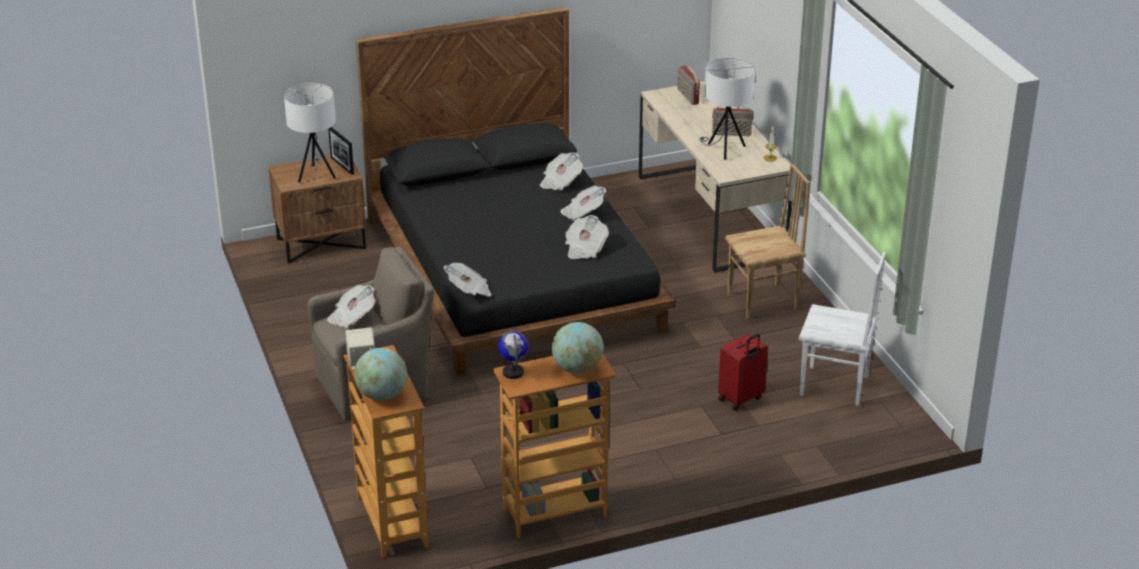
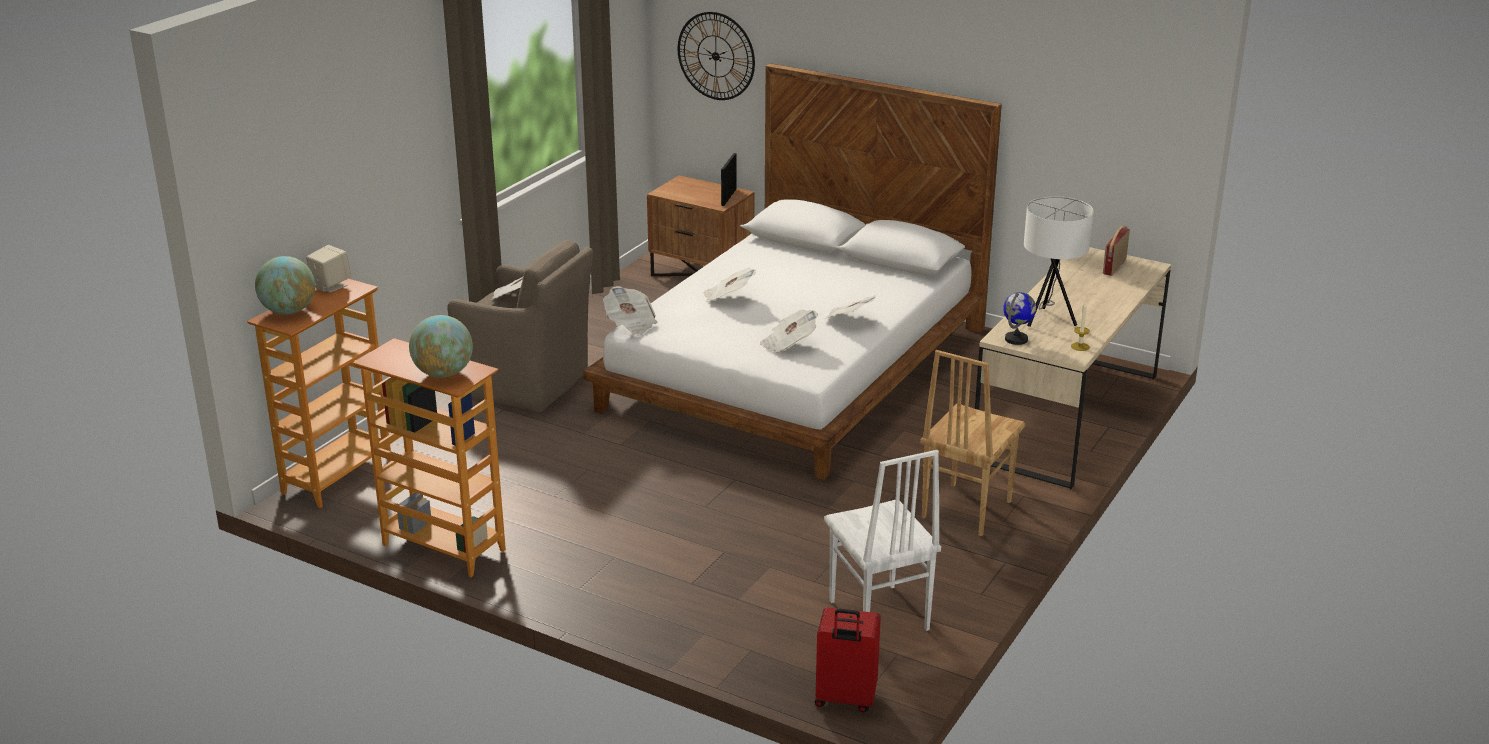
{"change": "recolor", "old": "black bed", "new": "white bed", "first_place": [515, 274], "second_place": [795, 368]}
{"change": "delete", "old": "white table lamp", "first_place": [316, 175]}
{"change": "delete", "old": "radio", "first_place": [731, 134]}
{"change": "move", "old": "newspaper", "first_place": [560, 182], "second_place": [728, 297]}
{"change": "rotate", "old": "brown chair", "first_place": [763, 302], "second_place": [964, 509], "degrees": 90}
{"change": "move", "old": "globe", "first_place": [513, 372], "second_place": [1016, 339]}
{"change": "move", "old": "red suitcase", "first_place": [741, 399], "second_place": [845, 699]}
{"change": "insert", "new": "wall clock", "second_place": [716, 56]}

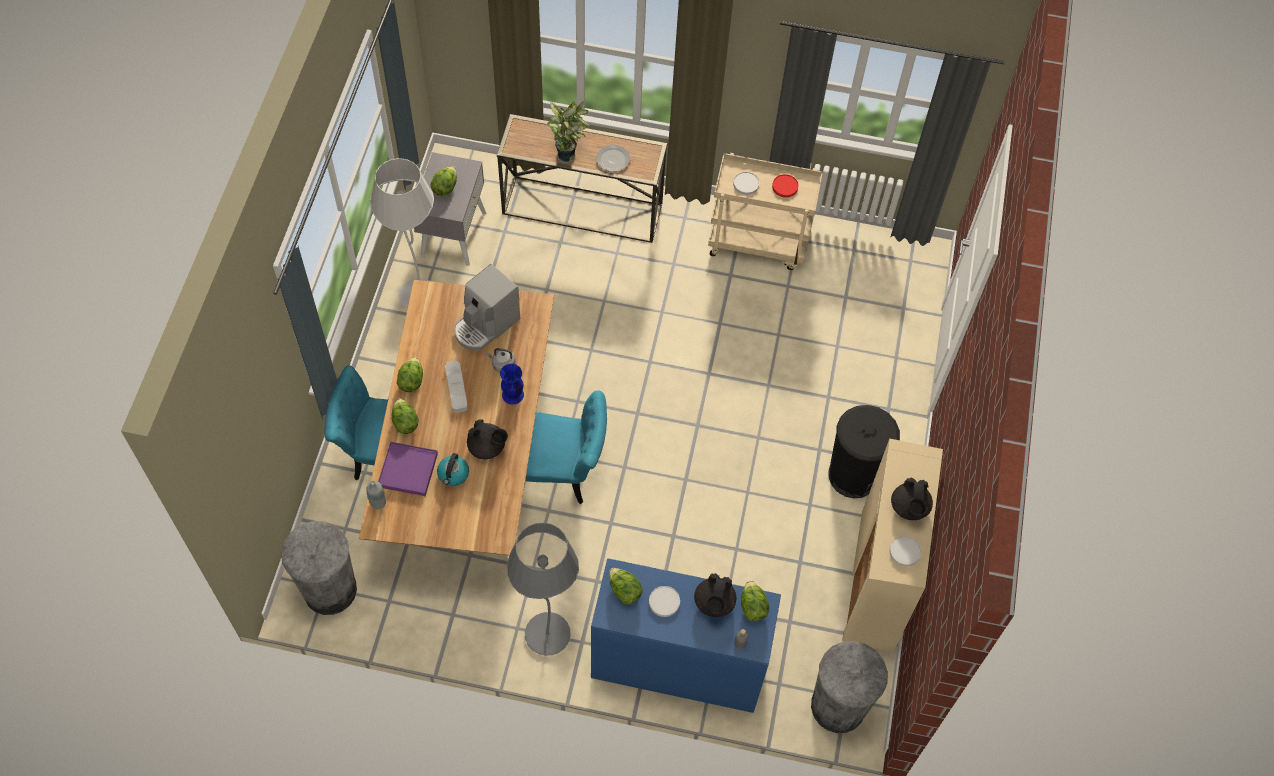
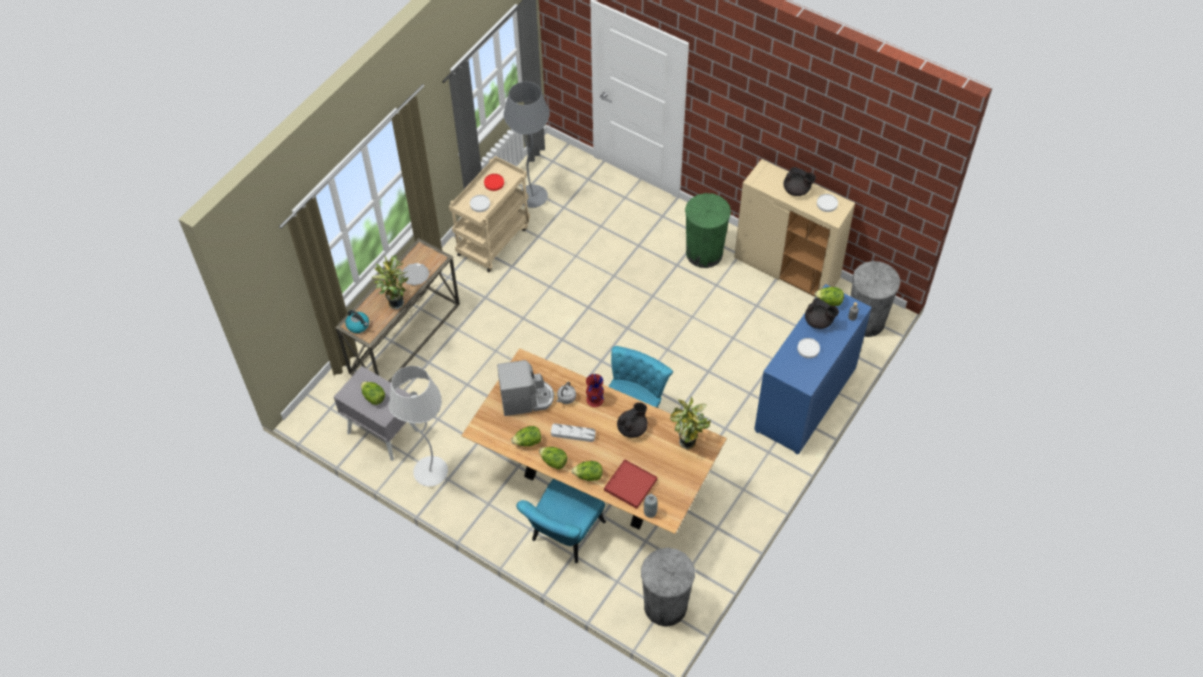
{"change": "rotate", "old": "coffee machine", "first_place": [485, 325], "second_place": [526, 399], "degrees": -75}
{"change": "recolor", "old": "blue vase", "new": "red vase", "first_place": [512, 395], "second_place": [595, 400]}
{"change": "recolor", "old": "black trash can", "new": "green trash can", "first_place": [853, 475], "second_place": [704, 253]}
{"change": "recolor", "old": "purple tray", "new": "red tray", "first_place": [408, 470], "second_place": [630, 485]}
{"change": "move", "old": "kettle", "first_place": [453, 475], "second_place": [358, 325]}
{"change": "move", "old": "grey floor lamp", "first_place": [547, 635], "second_place": [533, 197]}
{"change": "move", "old": "lettuce", "first_place": [624, 591], "second_place": [527, 442]}
{"change": "insert", "new": "potted plant", "second_place": [688, 444]}

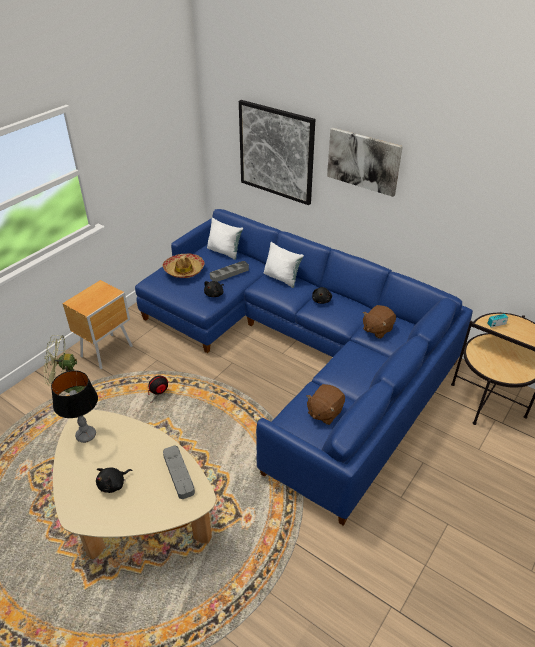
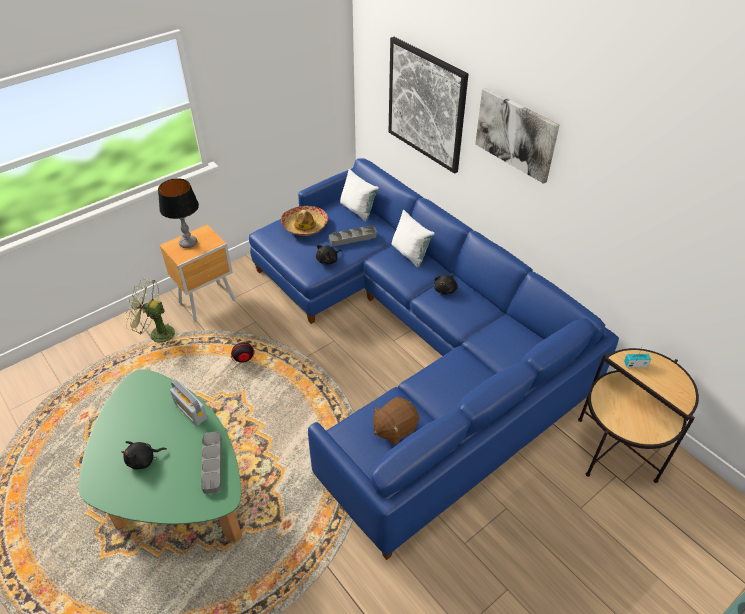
{"change": "delete", "old": "brown plush toy", "first_place": [377, 329]}
{"change": "move", "old": "table lamp", "first_place": [86, 435], "second_place": [188, 243]}
{"change": "recolor", "old": "beige coffee table", "new": "green coffee table", "first_place": [133, 510], "second_place": [174, 486]}
{"change": "insert", "new": "radio", "second_place": [191, 411]}

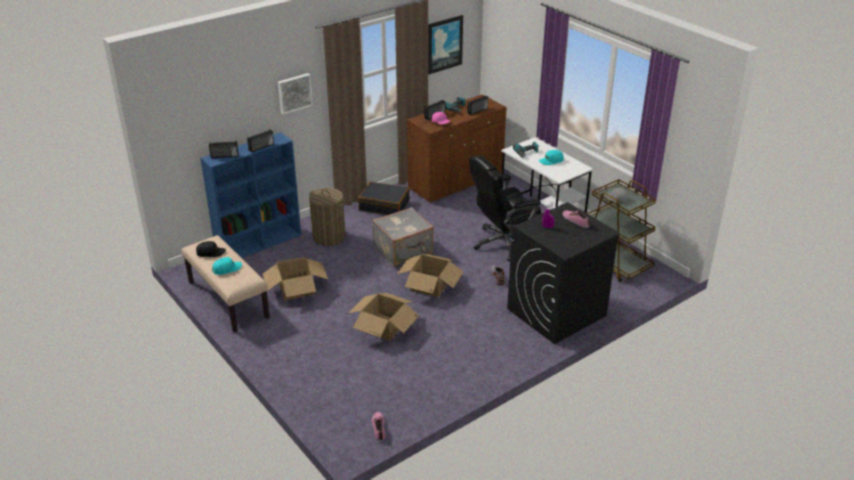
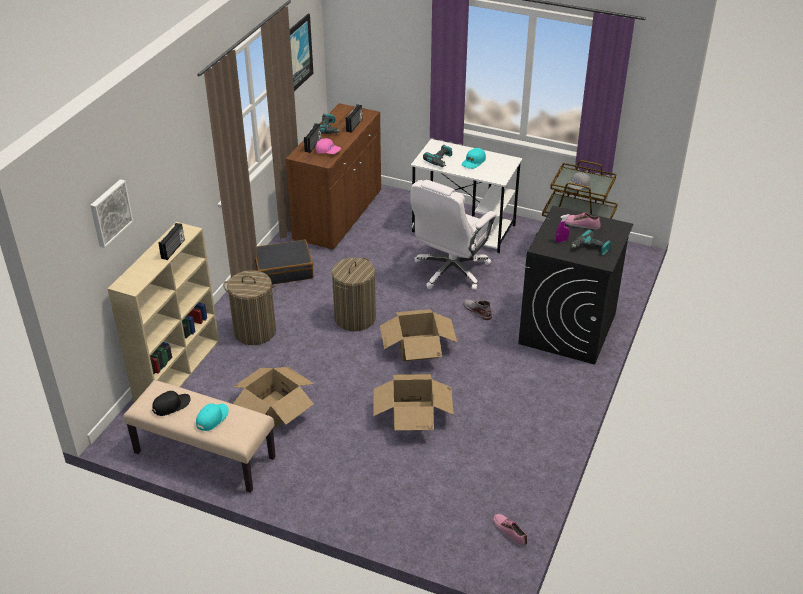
{"change": "move", "old": "picture", "first_place": [294, 93], "second_place": [109, 212]}
{"change": "recolor", "old": "blue bookcase", "new": "beige bookcase", "first_place": [259, 243], "second_place": [178, 370]}
{"change": "delete", "old": "radio", "first_place": [224, 156]}
{"change": "recolor", "old": "black office chair", "new": "white office chair", "first_place": [503, 243], "second_place": [450, 271]}
{"change": "replace", "old": "grey suitcase", "new": "laundry basket", "first_place": [404, 251], "second_place": [355, 318]}
{"change": "insert", "new": "power drill", "second_place": [590, 248]}

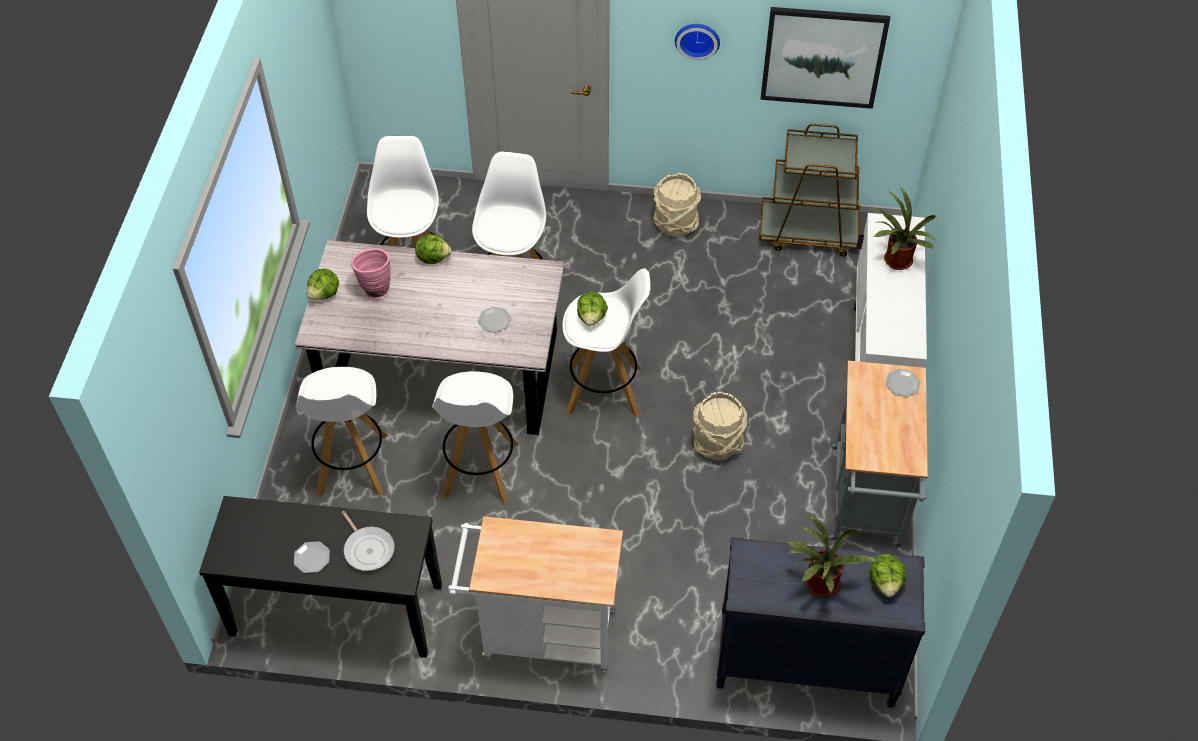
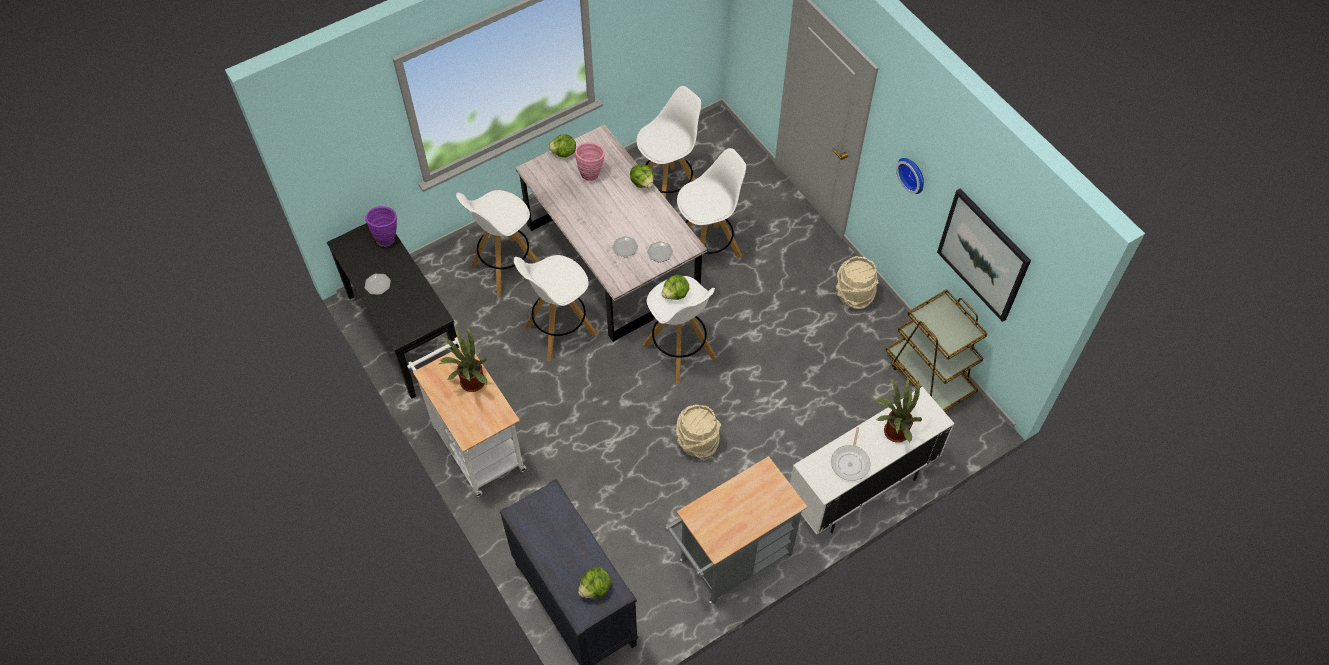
{"change": "move", "old": "plate", "first_place": [902, 384], "second_place": [660, 252]}
{"change": "move", "old": "frying pan", "first_place": [368, 548], "second_place": [850, 462]}
{"change": "move", "old": "potted plant", "first_place": [820, 586], "second_place": [470, 382]}
{"change": "insert", "new": "purple vase", "second_place": [387, 237]}

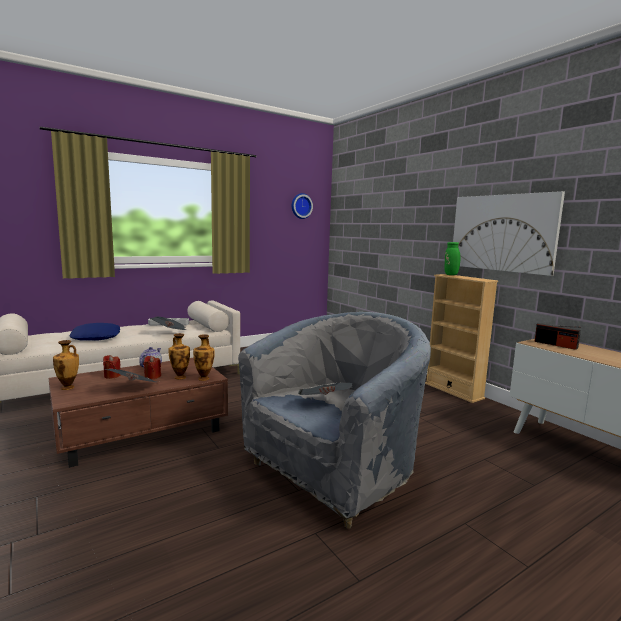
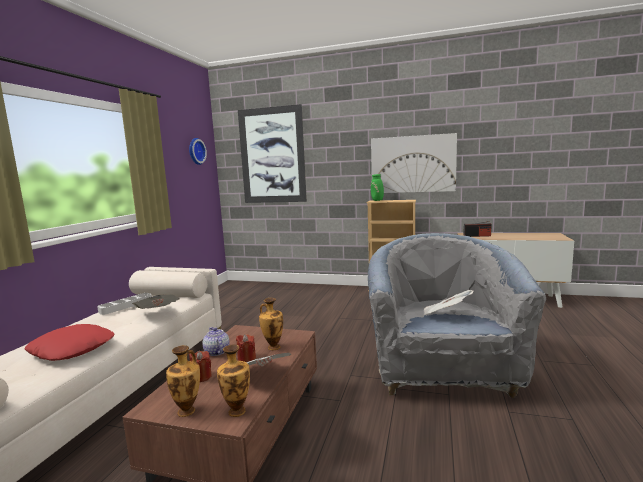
{"change": "recolor", "old": "blue pillow", "new": "red pillow", "first_place": [96, 337], "second_place": [73, 349]}
{"change": "move", "old": "vase", "first_place": [204, 378], "second_place": [237, 410]}
{"change": "insert", "new": "picture", "second_place": [272, 155]}

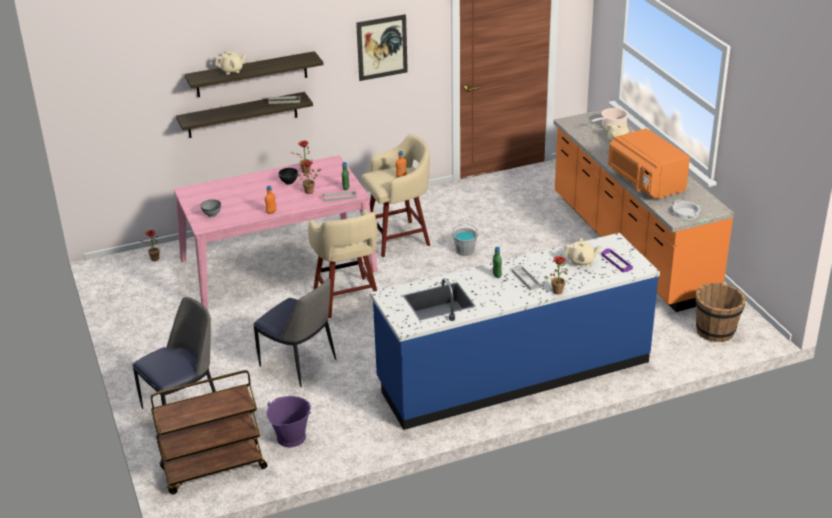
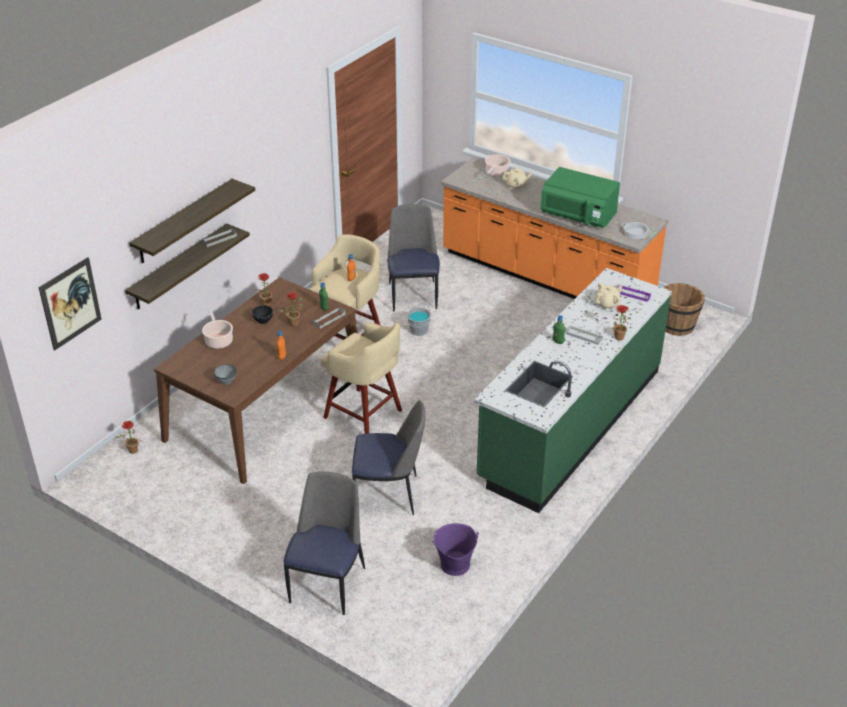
{"change": "move", "old": "picture", "first_place": [382, 47], "second_place": [70, 303]}
{"change": "delete", "old": "beige teapot", "first_place": [232, 70]}
{"change": "recolor", "old": "orange microwave", "new": "green microwave", "first_place": [646, 183], "second_place": [578, 216]}
{"change": "recolor", "old": "pink dining table", "new": "brown dining table", "first_place": [278, 265], "second_place": [265, 408]}
{"change": "recolor", "old": "blue counter", "new": "green counter", "first_place": [513, 372], "second_place": [570, 424]}
{"change": "delete", "old": "brown cart", "first_place": [213, 469]}
{"change": "insert", "new": "chair", "second_place": [413, 295]}
{"change": "insert", "new": "cooking pot", "second_place": [218, 340]}

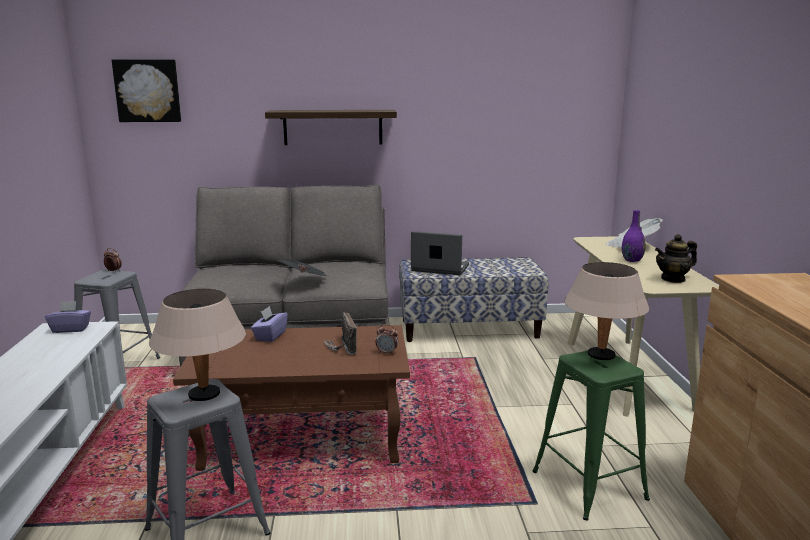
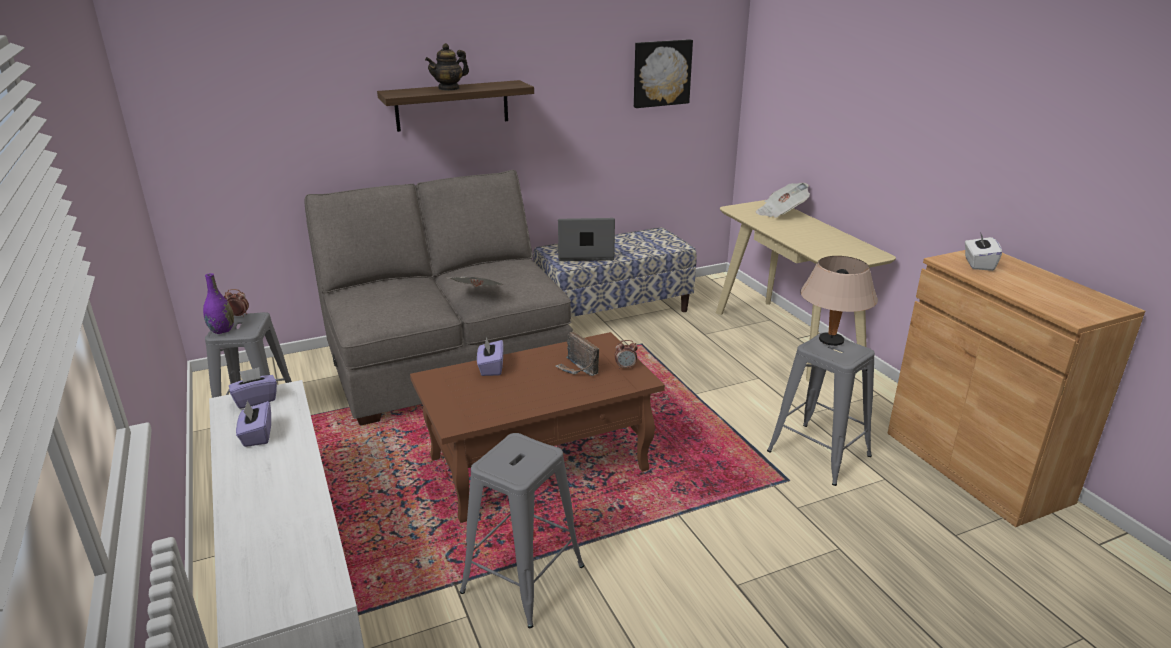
{"change": "move", "old": "picture", "first_place": [148, 91], "second_place": [661, 73]}
{"change": "move", "old": "purple vase", "first_place": [632, 260], "second_place": [222, 330]}
{"change": "move", "old": "teapot", "first_place": [673, 279], "second_place": [449, 88]}
{"change": "delete", "old": "beige table lamp", "first_place": [204, 395]}
{"change": "recolor", "old": "green stool", "new": "grey stool", "first_place": [589, 485], "second_place": [819, 453]}
{"change": "insert", "new": "white tissue box", "second_place": [978, 264]}
{"change": "insert", "new": "purple tissue box", "second_place": [257, 435]}

